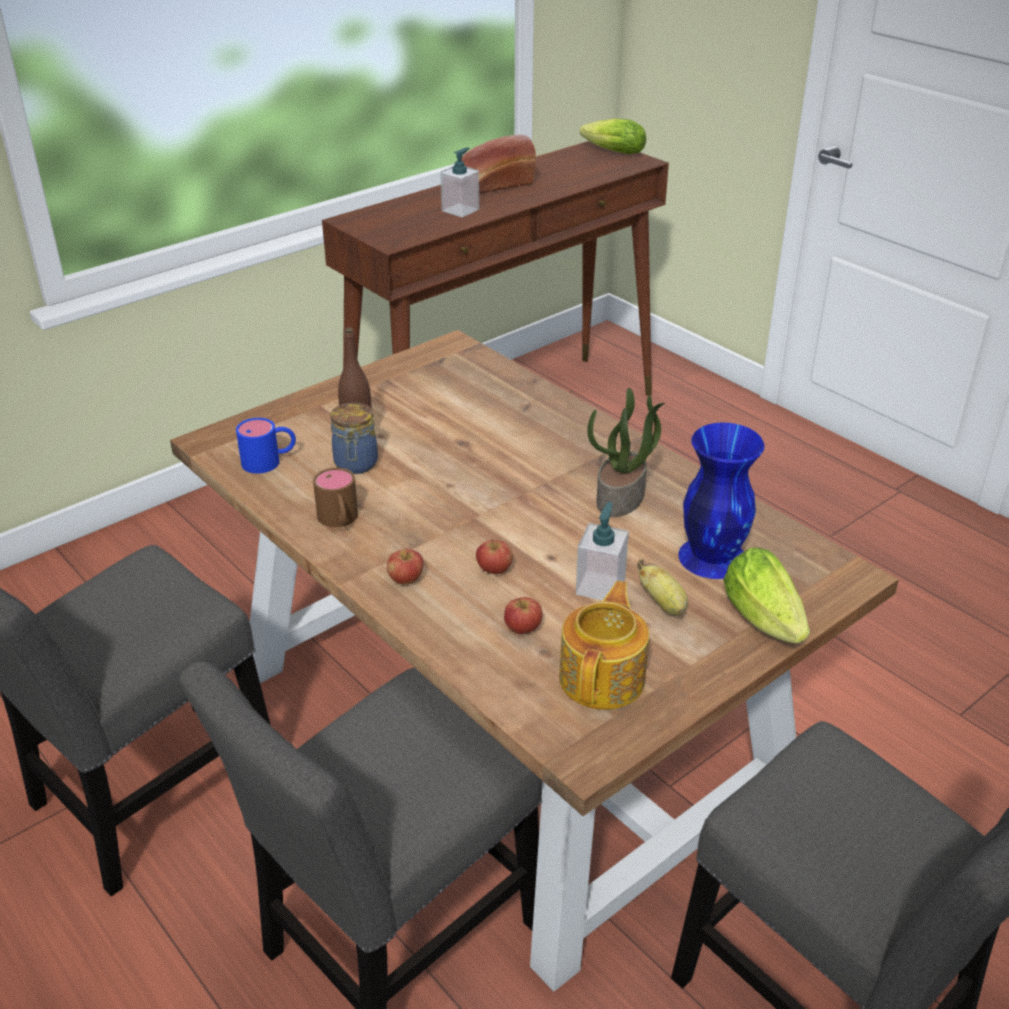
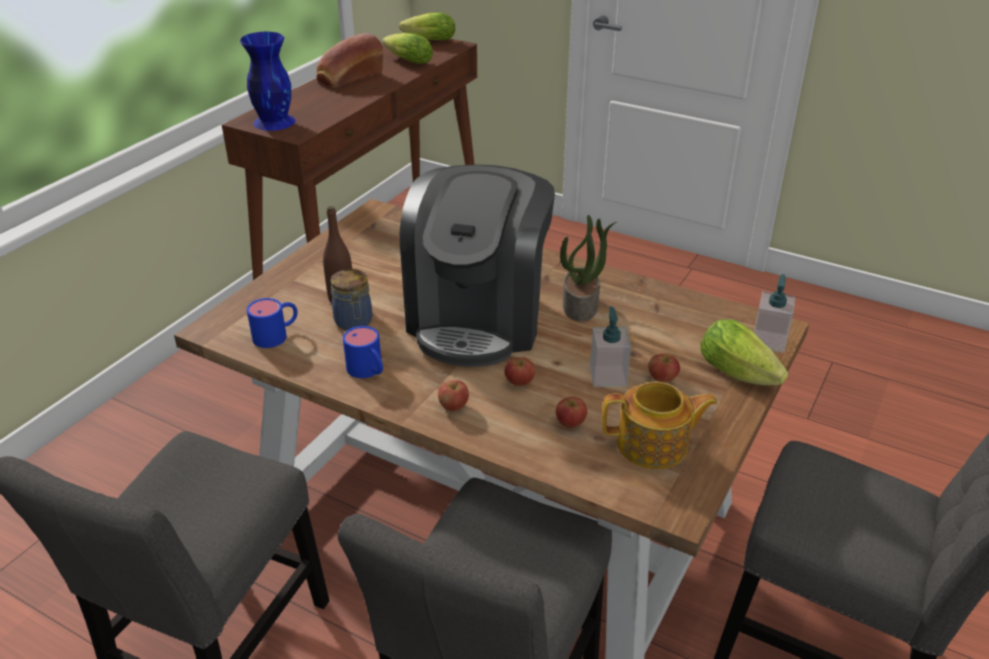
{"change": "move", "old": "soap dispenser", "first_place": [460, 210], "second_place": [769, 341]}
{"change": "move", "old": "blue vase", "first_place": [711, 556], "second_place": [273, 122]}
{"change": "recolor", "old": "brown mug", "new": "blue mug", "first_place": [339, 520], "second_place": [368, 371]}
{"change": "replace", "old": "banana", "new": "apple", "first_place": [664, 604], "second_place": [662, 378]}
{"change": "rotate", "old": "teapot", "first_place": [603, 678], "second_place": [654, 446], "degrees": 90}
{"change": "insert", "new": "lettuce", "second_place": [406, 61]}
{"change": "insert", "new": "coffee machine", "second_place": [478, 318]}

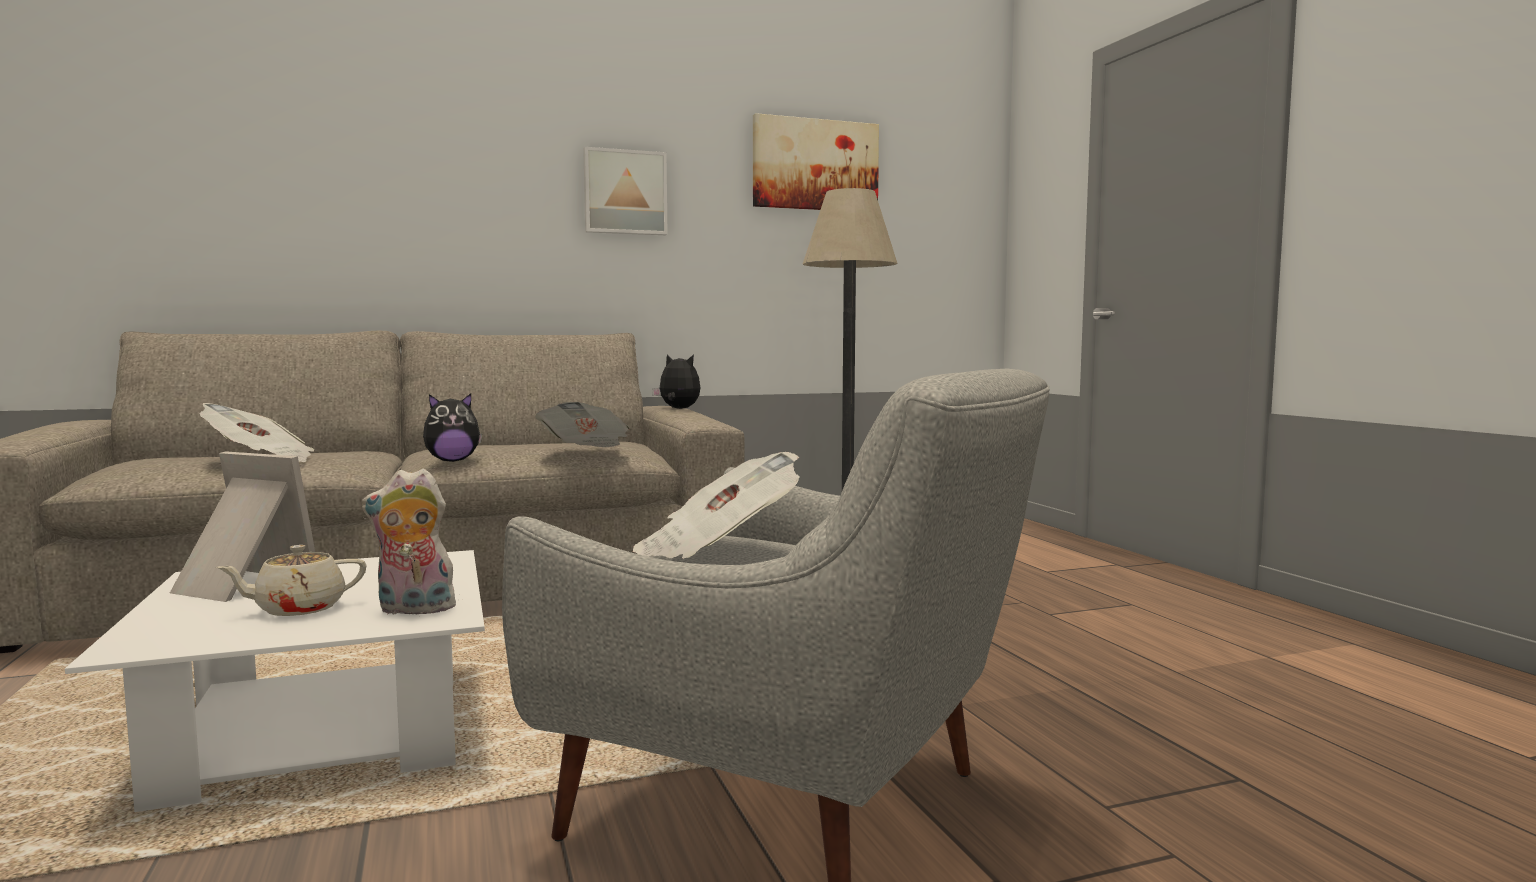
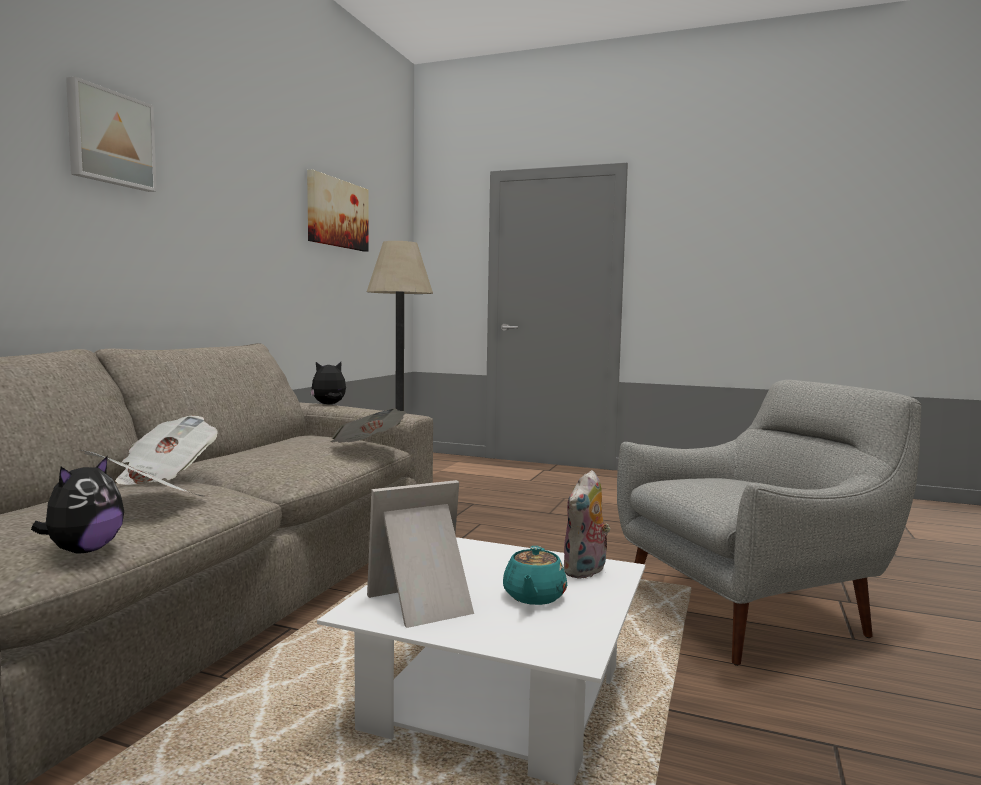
{"change": "move", "old": "picture", "first_place": [625, 192], "second_place": [110, 138]}
{"change": "move", "old": "plush toy", "first_place": [452, 461], "second_place": [84, 550]}
{"change": "move", "old": "newspaper", "first_place": [717, 549], "second_place": [166, 474]}
{"change": "recolor", "old": "beige teapot", "new": "turquoise teapot", "first_place": [298, 609], "second_place": [534, 596]}

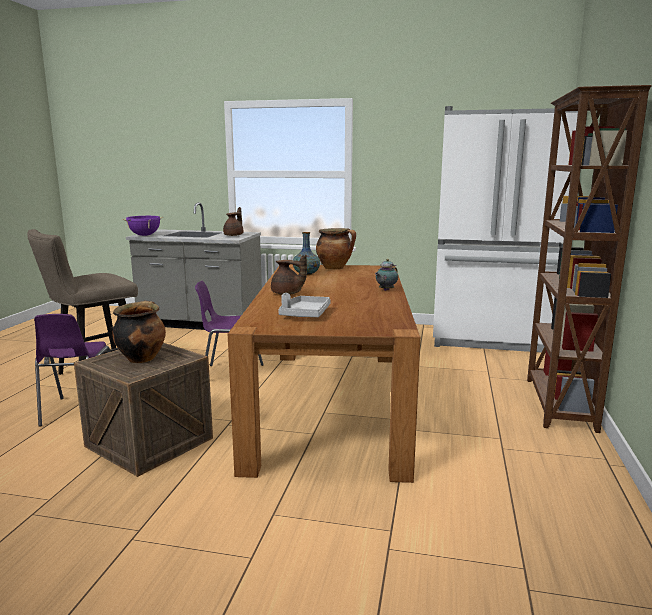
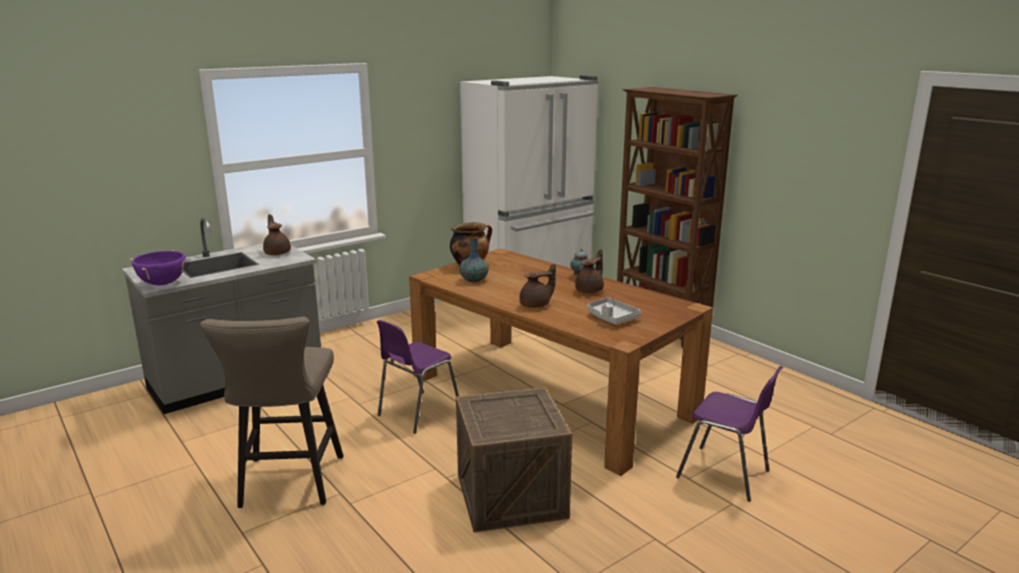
{"change": "delete", "old": "cooking pot", "first_place": [141, 358]}
{"change": "move", "old": "purple chair", "first_place": [78, 411], "second_place": [725, 475]}
{"change": "insert", "new": "brown teapot", "second_place": [590, 290]}

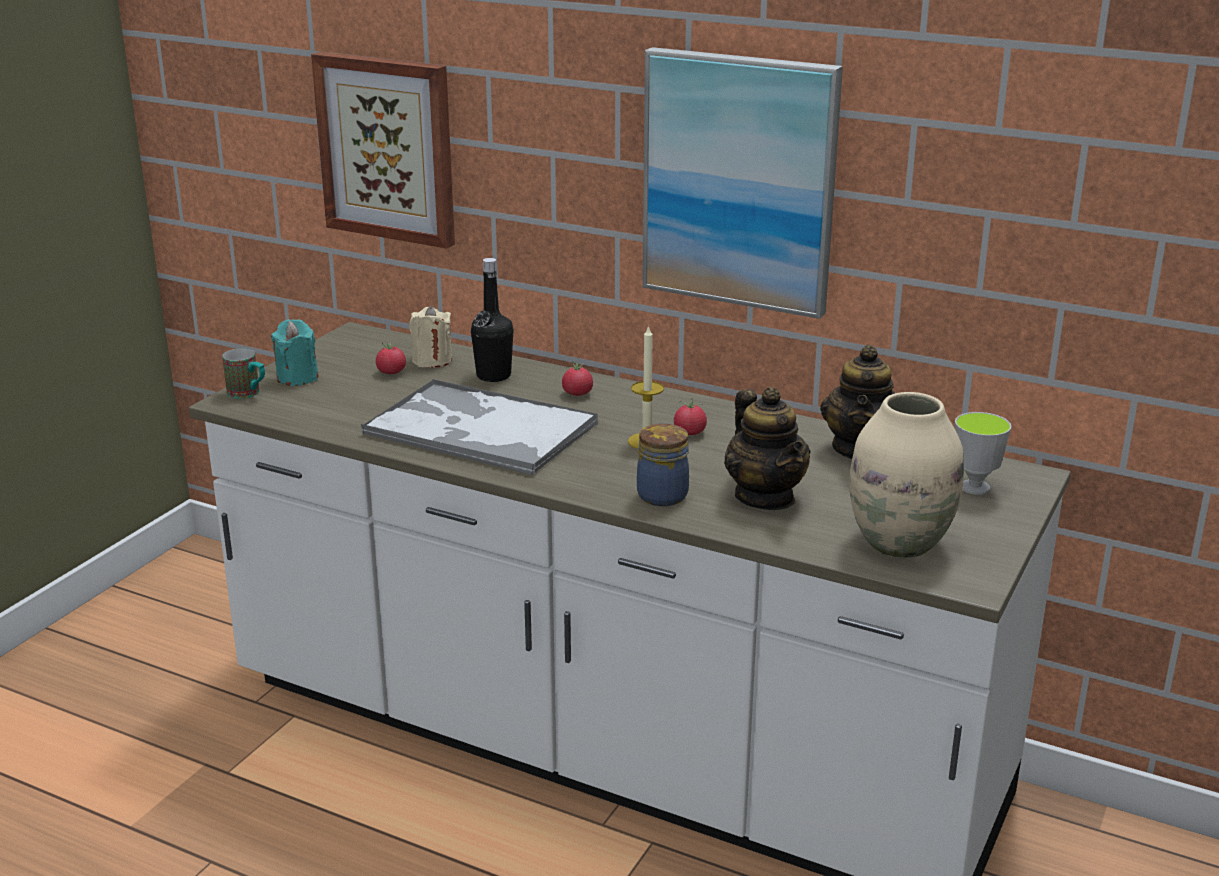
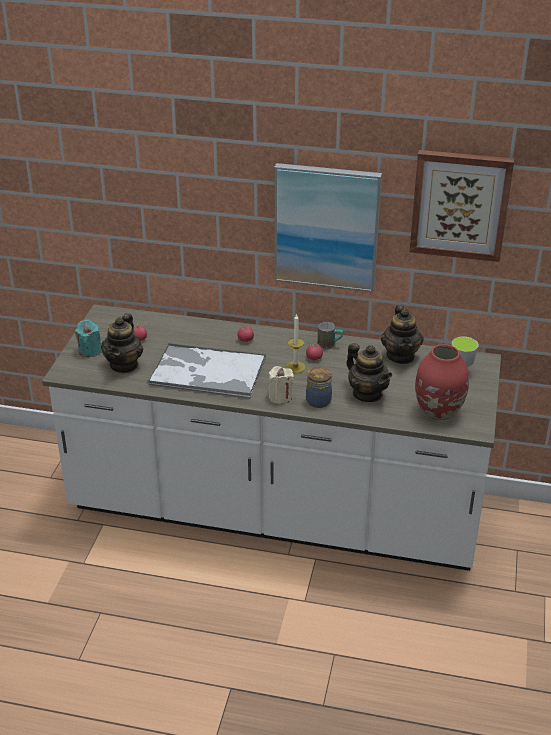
{"change": "move", "old": "picture", "first_place": [388, 148], "second_place": [460, 204]}
{"change": "delete", "old": "black bottle", "first_place": [493, 376]}
{"change": "move", "old": "beige candle", "first_place": [432, 360], "second_place": [280, 396]}
{"change": "move", "old": "mug", "first_place": [248, 394], "second_place": [329, 345]}
{"change": "recolor", "old": "beige vase", "new": "red vase", "first_place": [899, 543], "second_place": [438, 412]}
{"change": "insert", "new": "teapot", "second_place": [124, 365]}

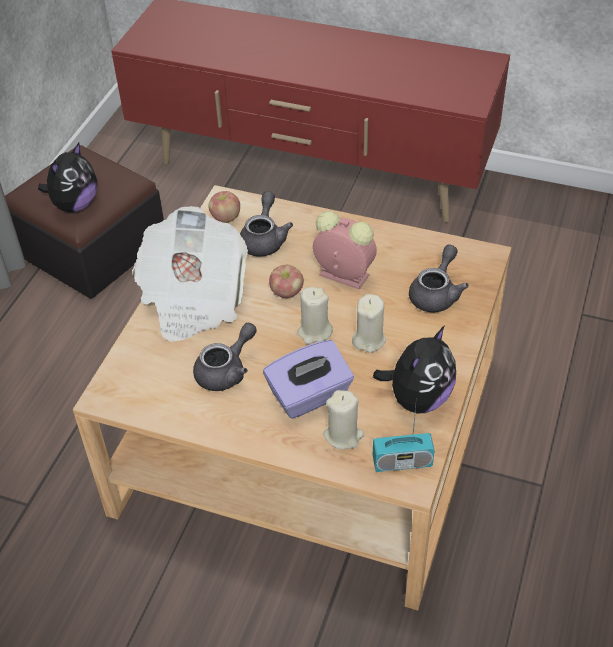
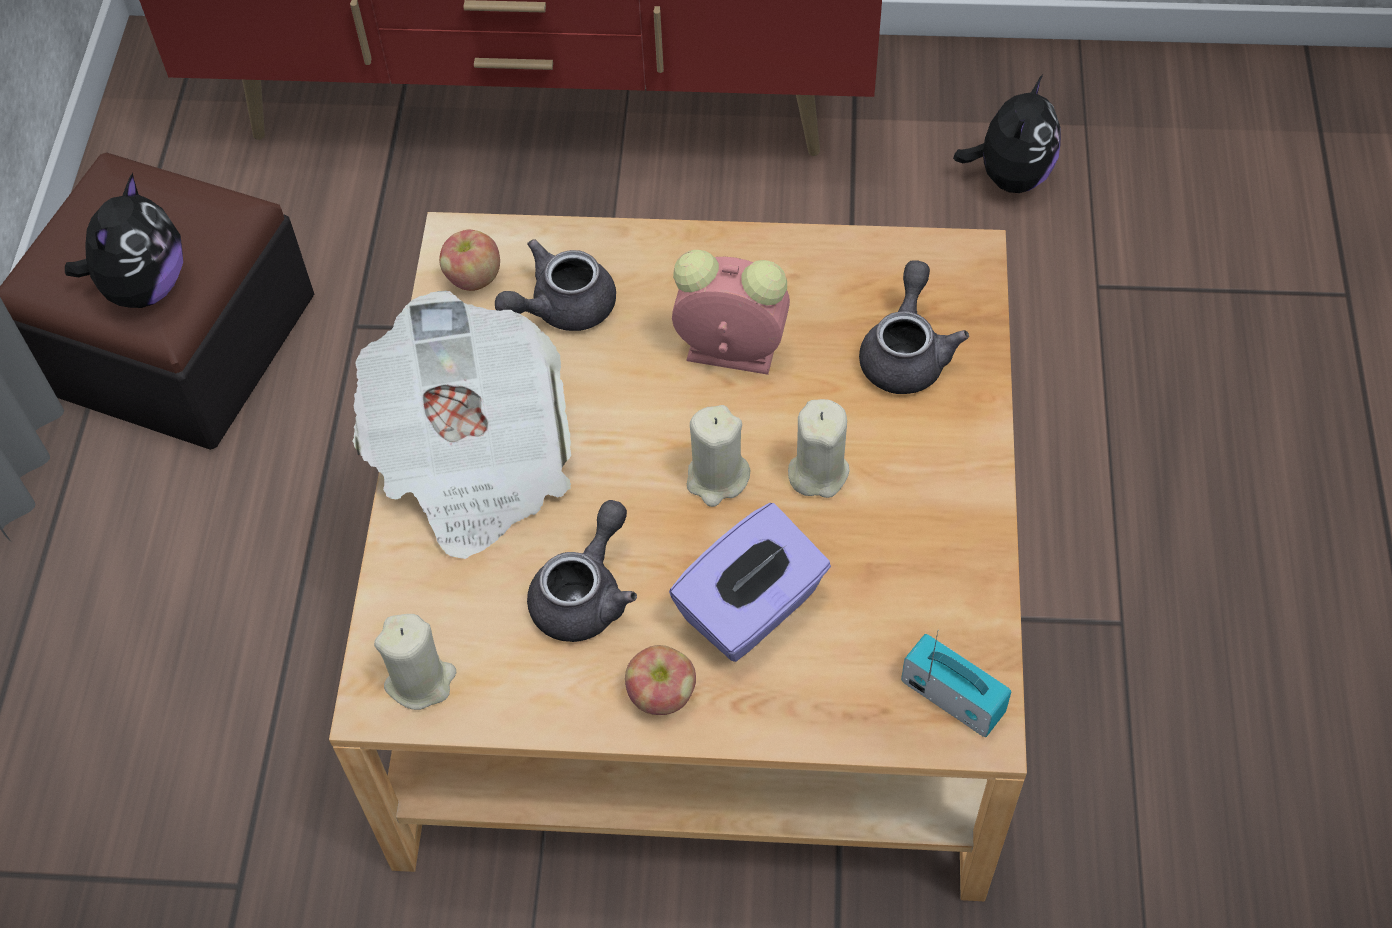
{"change": "rotate", "old": "grey teapot", "first_place": [264, 239], "second_place": [561, 308], "degrees": -120}
{"change": "move", "old": "apple", "first_place": [286, 292], "second_place": [661, 694]}
{"change": "move", "old": "plush toy", "first_place": [418, 398], "second_place": [1009, 176]}
{"change": "move", "old": "beige candle", "first_place": [343, 435], "second_place": [420, 681]}
{"change": "rotate", "old": "radio", "first_place": [402, 462], "second_place": [952, 697], "degrees": -120}

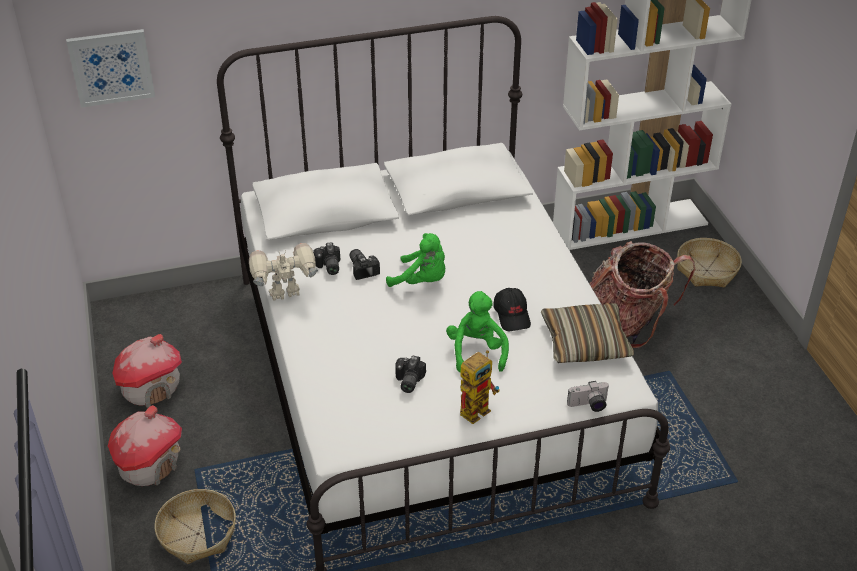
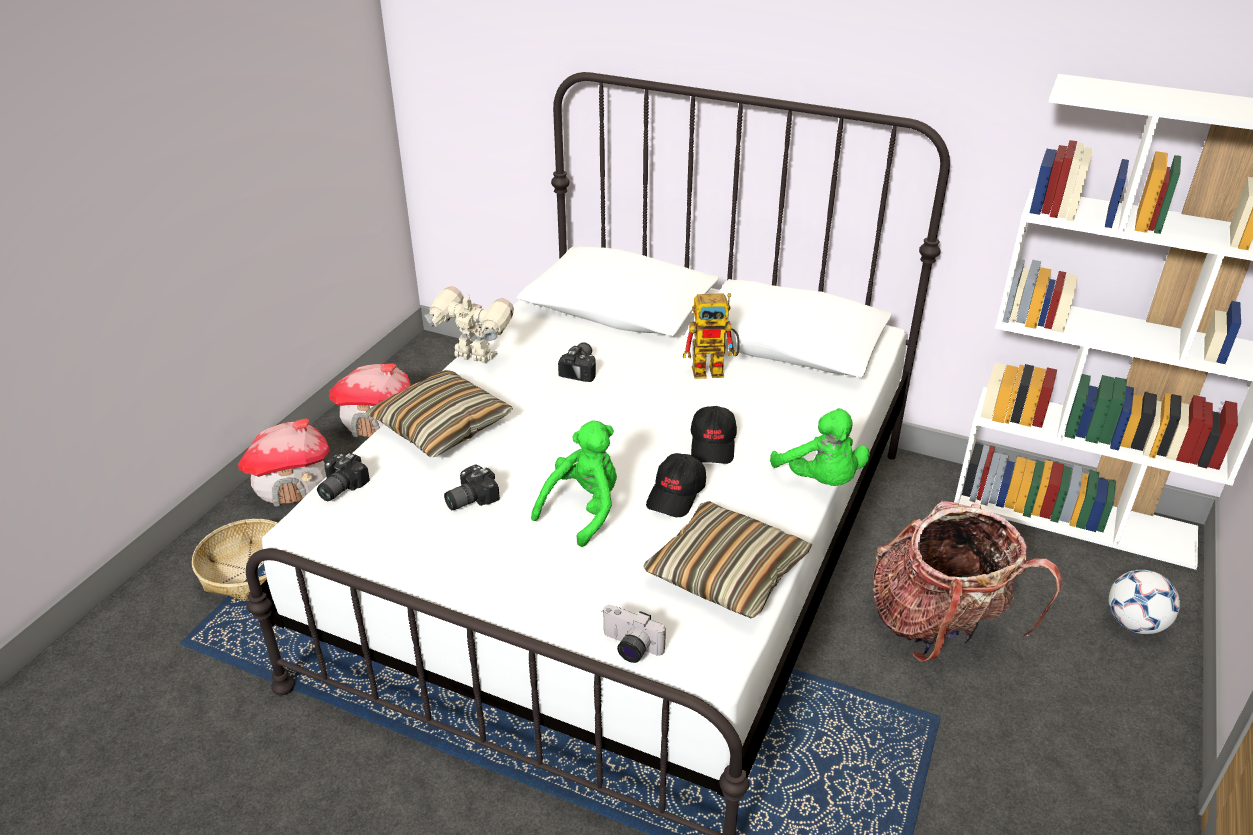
{"change": "delete", "old": "picture", "first_place": [111, 67]}
{"change": "move", "old": "green plush toy", "first_place": [422, 281], "second_place": [821, 480]}
{"change": "replace", "old": "basket", "new": "football", "first_place": [706, 270], "second_place": [1134, 623]}
{"change": "move", "old": "photo camera", "first_place": [328, 267], "second_place": [339, 487]}
{"change": "move", "old": "toy robot", "first_place": [477, 407], "second_place": [715, 370]}
{"change": "insert", "new": "pillow", "second_place": [442, 426]}
{"change": "insert", "new": "black cap", "second_place": [713, 445]}

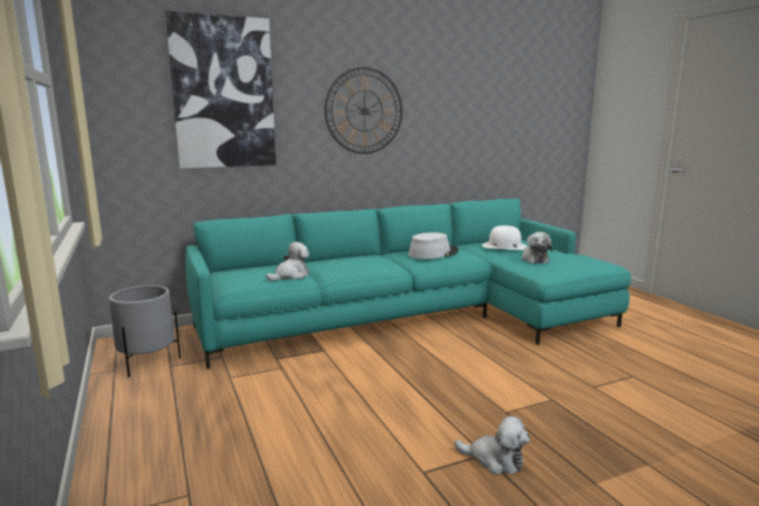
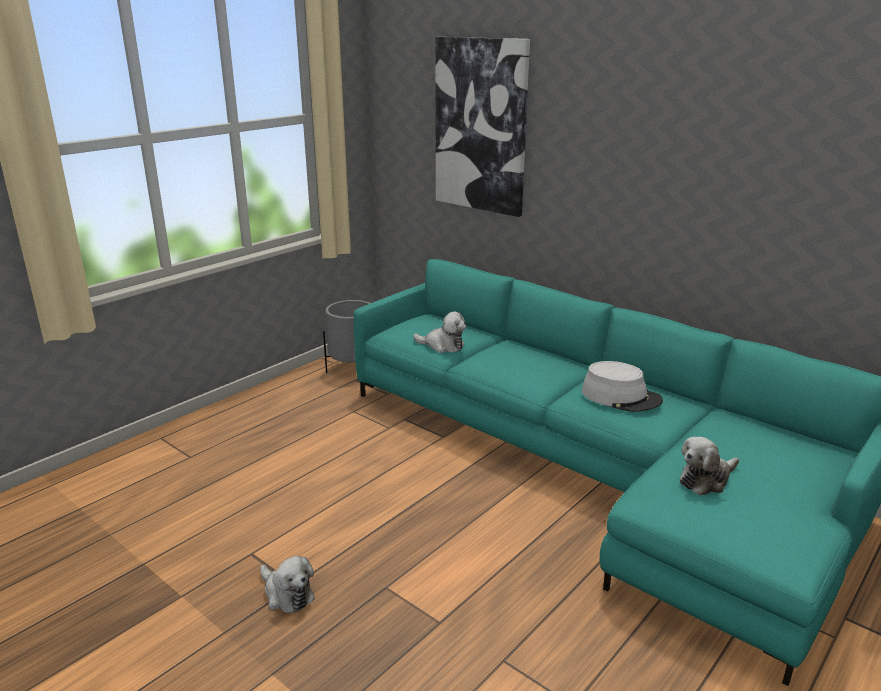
{"change": "delete", "old": "wall clock", "first_place": [364, 111]}
{"change": "delete", "old": "white hat", "first_place": [504, 246]}
{"change": "rotate", "old": "plush toy", "first_place": [494, 460], "second_place": [287, 594], "degrees": -45}

